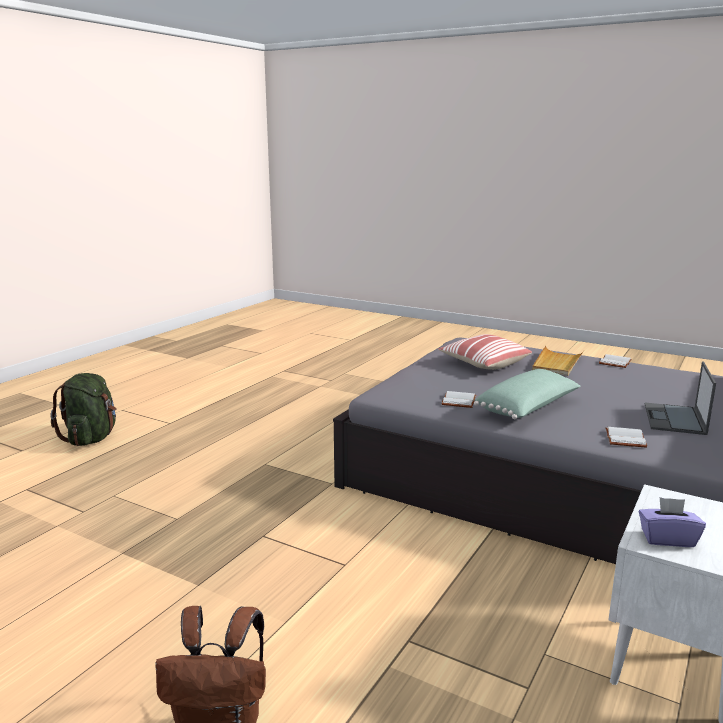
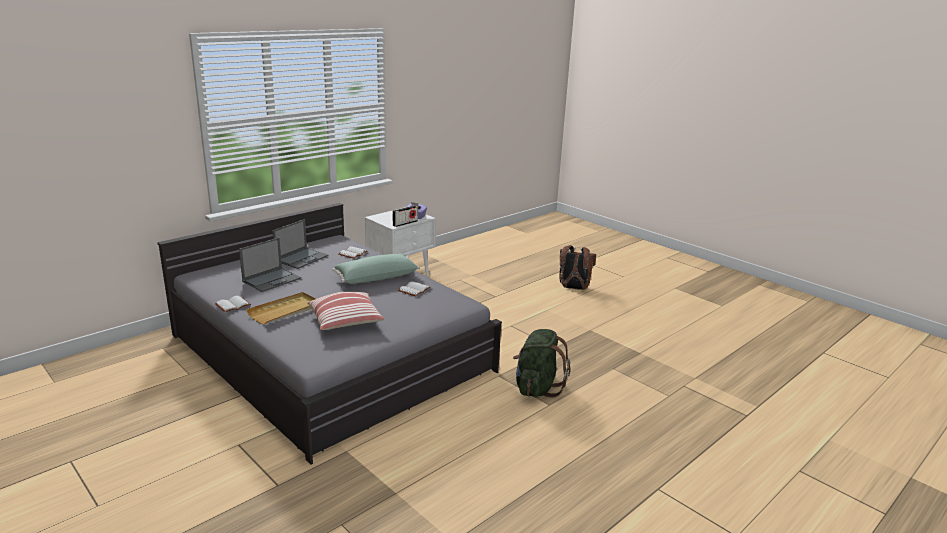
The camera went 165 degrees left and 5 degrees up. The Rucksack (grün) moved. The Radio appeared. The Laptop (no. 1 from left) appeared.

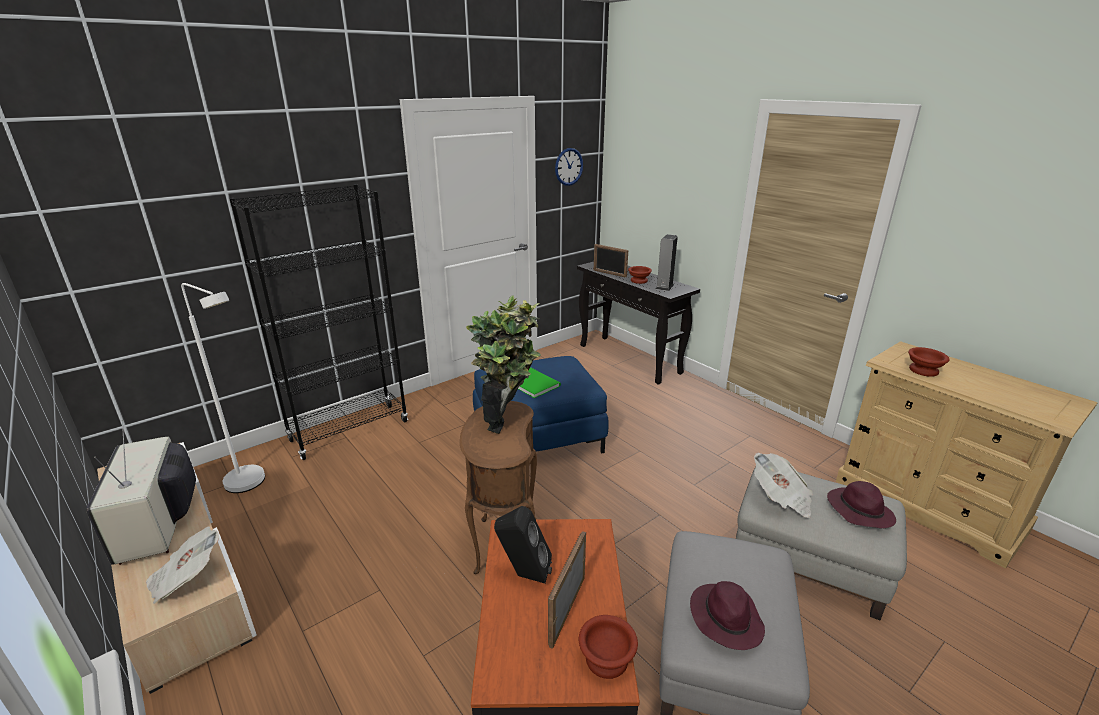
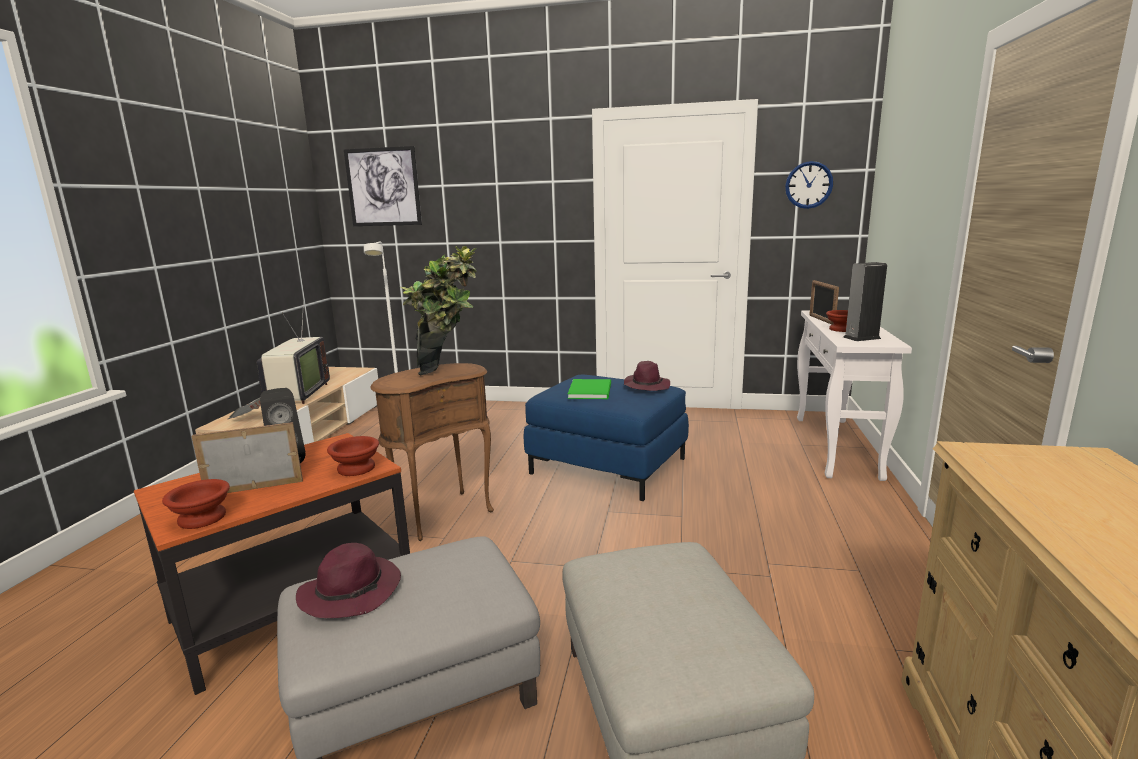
The camera went 50 degrees right and 10 degrees down. The Bücherregal (schwarz) disappeared. The Konsolentisch (schwarz) became the Konsolentisch (weiß). The Schüssel (braun) (no. 3 from left in the first image) moved. The Fernseher turned 150 degrees clockwise. The Zeitung (no. 2 from left) disappeared. The Hut (lila) (no. 2 from left) moved. The Bild appeared.

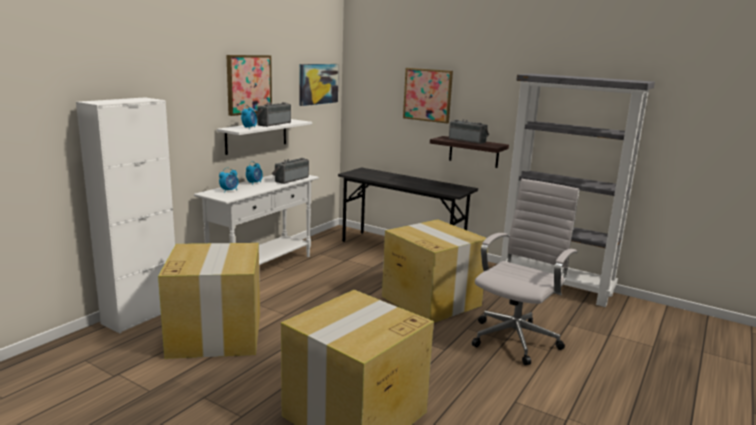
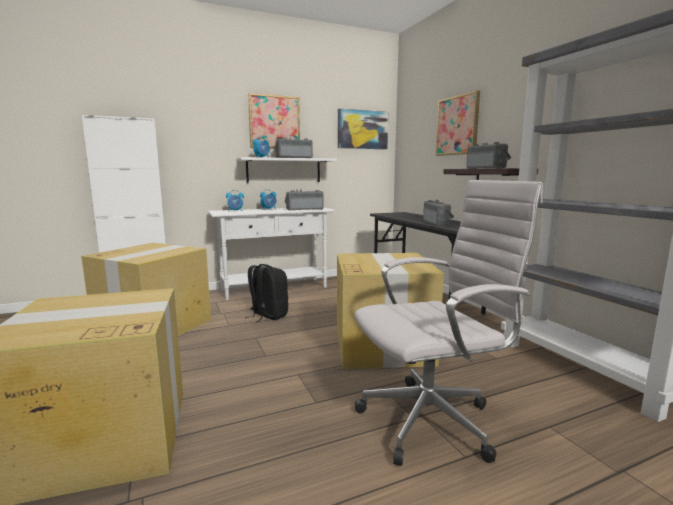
The camera went 35 degrees right and 5 degrees down. The Radio (no. 3 from left) appeared. The Rucksack (schwarz) appeared.

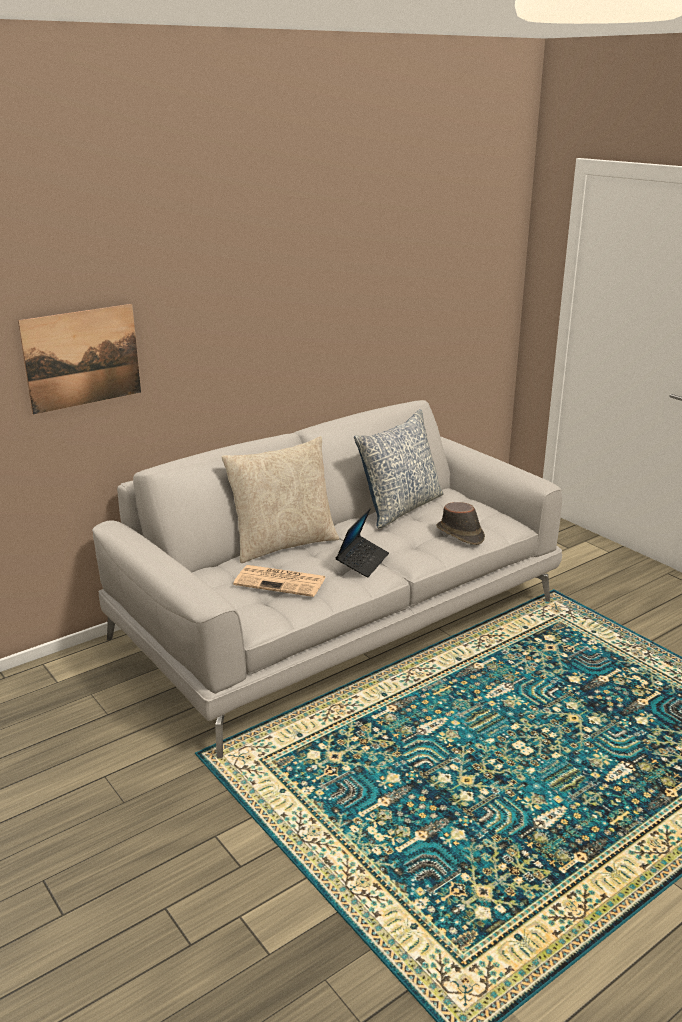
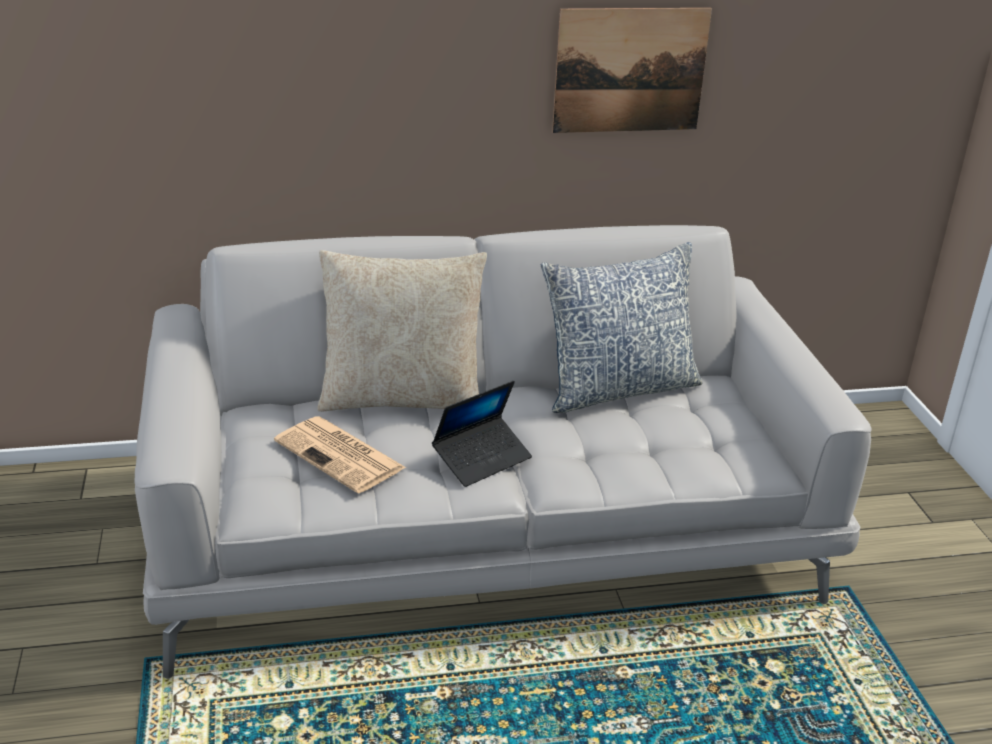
The camera went 25 degrees right and 5 degrees up. The Bild moved. The Hut (braun) disappeared.

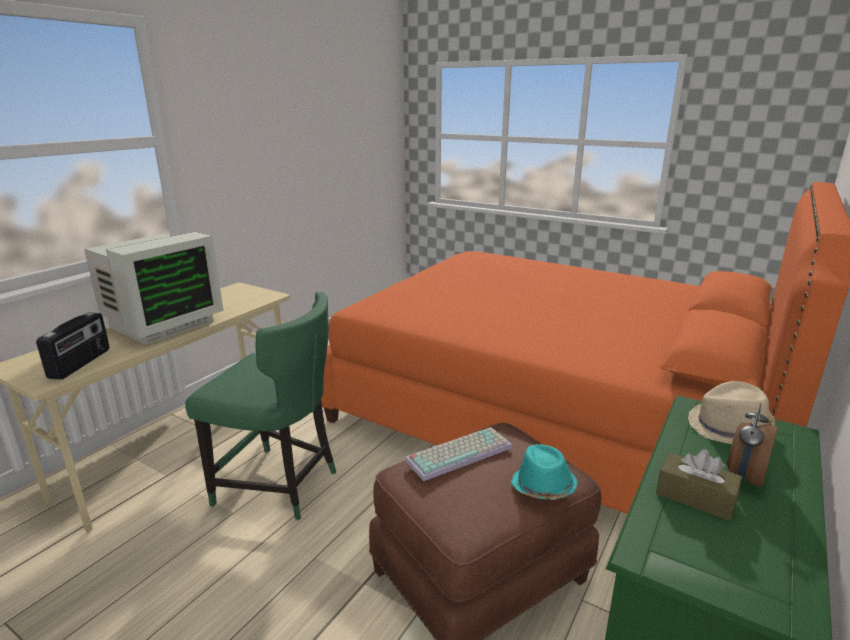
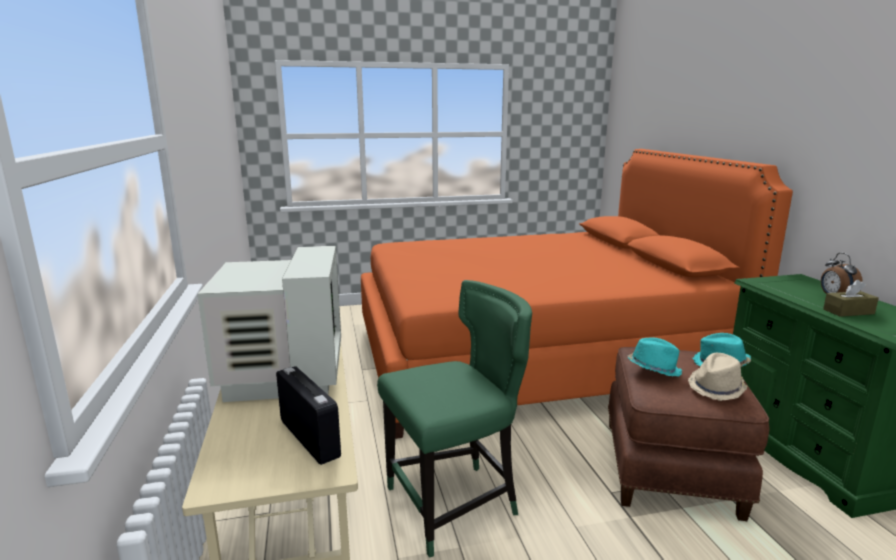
The camera went 45 degrees left and 5 degrees down. The Hut (beige) moved. The Tastatur was replaced by the Hut (türkis) (no. 1 from left).

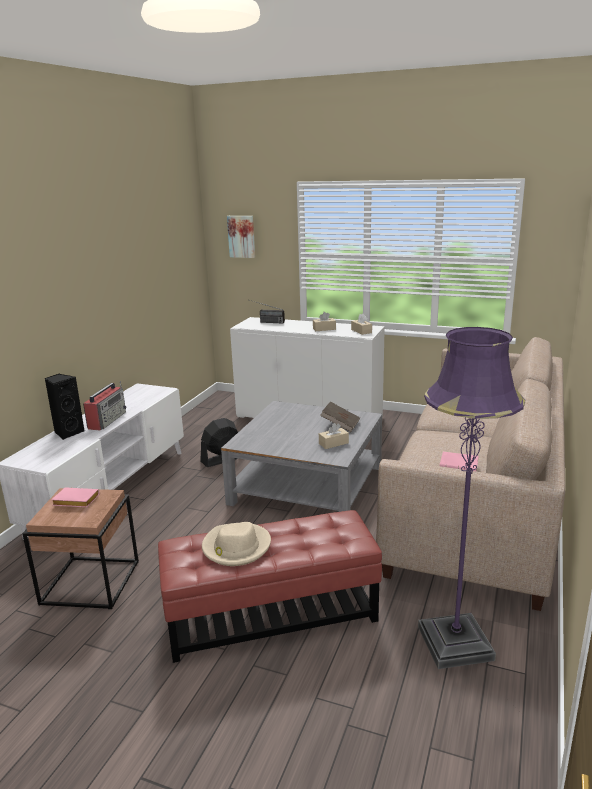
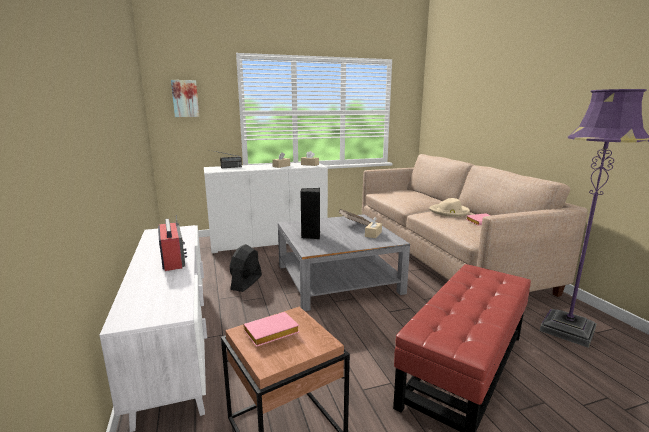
The camera went 40 degrees left and 5 degrees down. The Lautsprecher (schwarz) moved. The Hut (beige) moved.

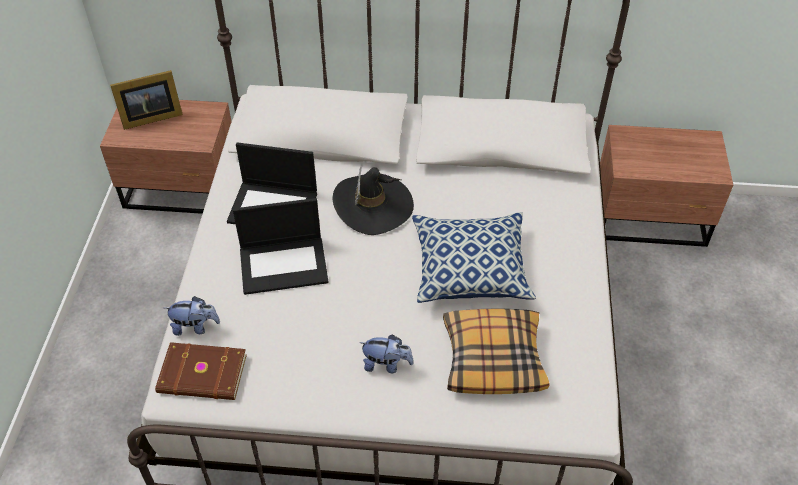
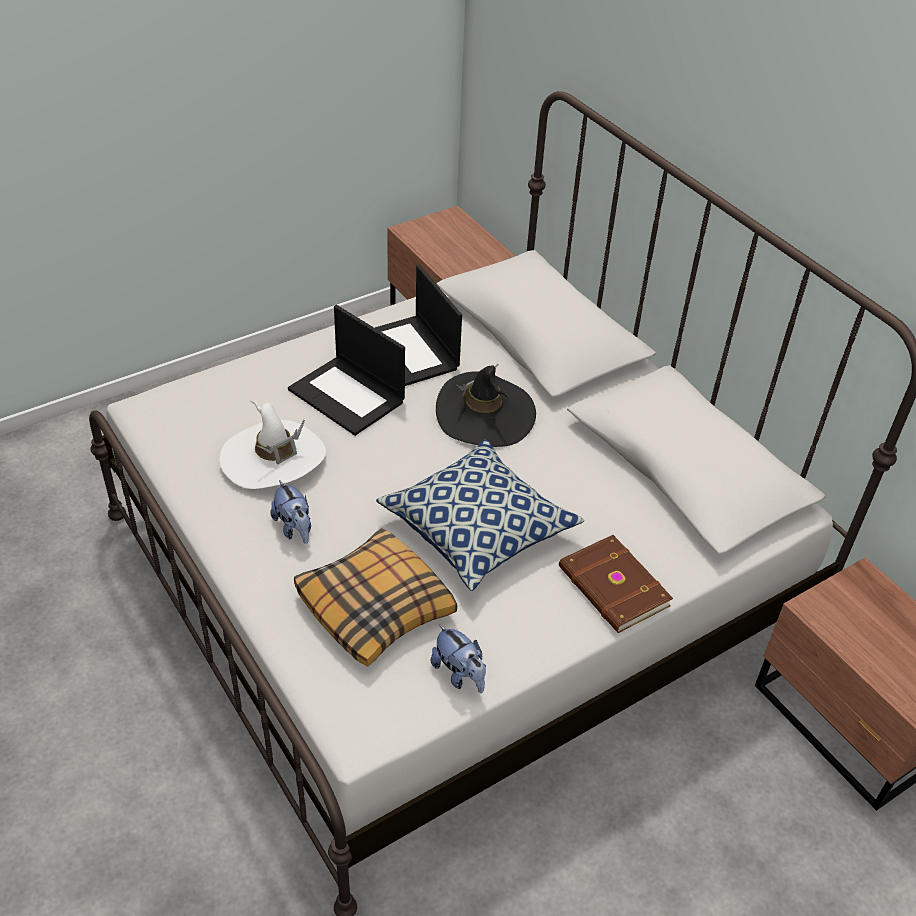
The camera went 50 degrees right and 5 degrees down. The Bilderrahmen disappeared. The Plüschtier (no. 1 from left in the first image) moved. The Buch (braun) moved. The Hut (weiß) appeared.

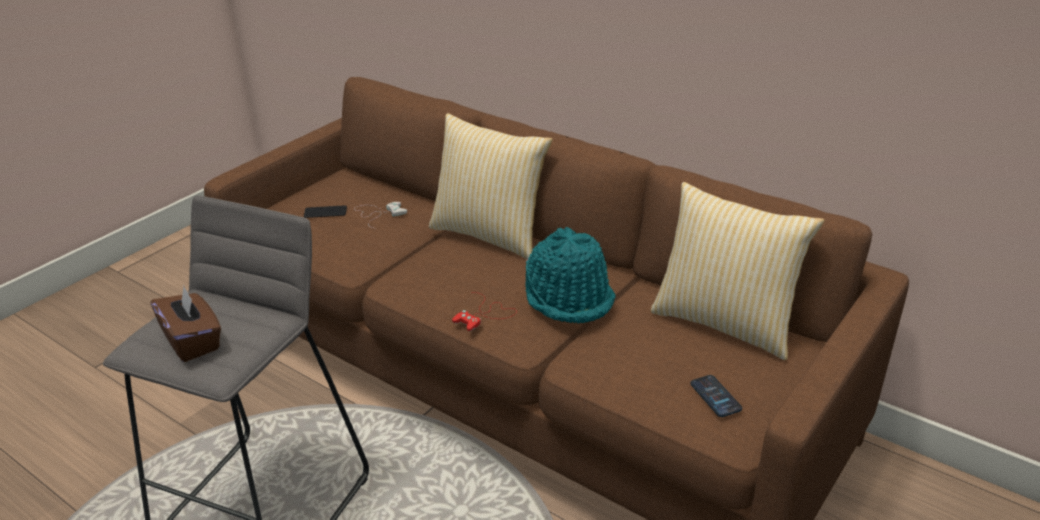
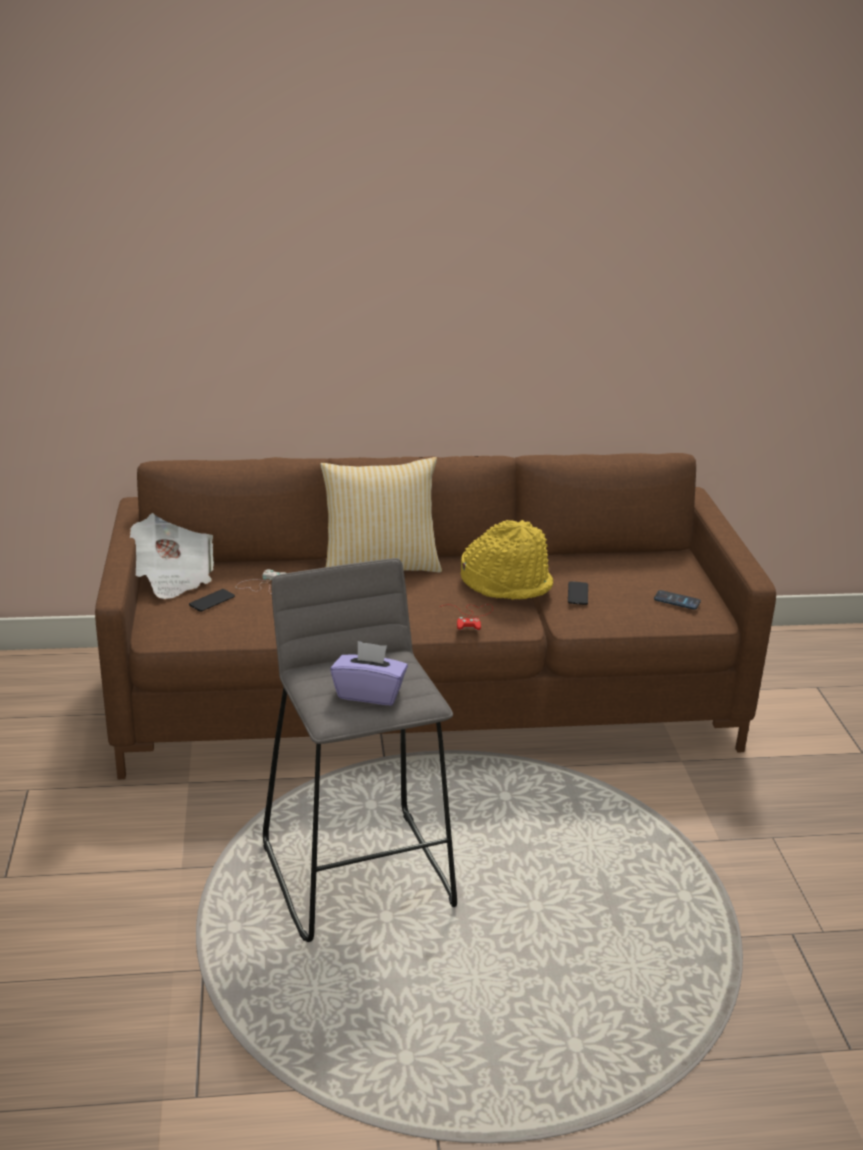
The camera went 45 degrees left and 5 degrees down. The Kissen (no. 2 from left) disappeared. The Hut (türkis) became the Hut (gelb). The Taschentuchbox (braun) became the Taschentuchbox (lila). The Zeitung appeared. The Handy (no. 2 from left) appeared.

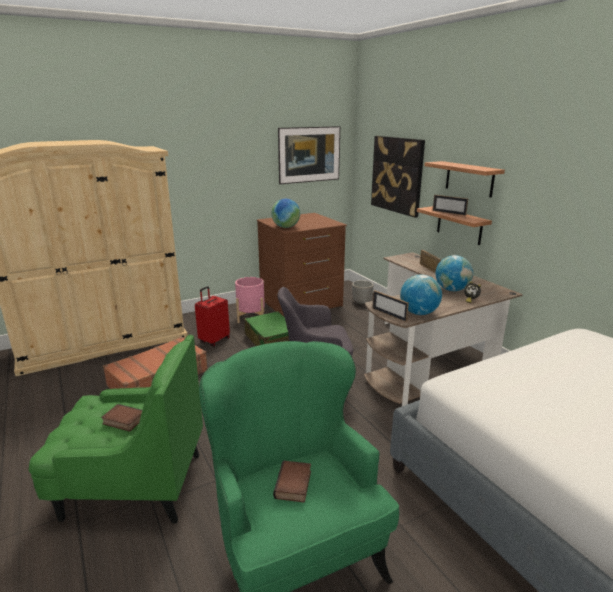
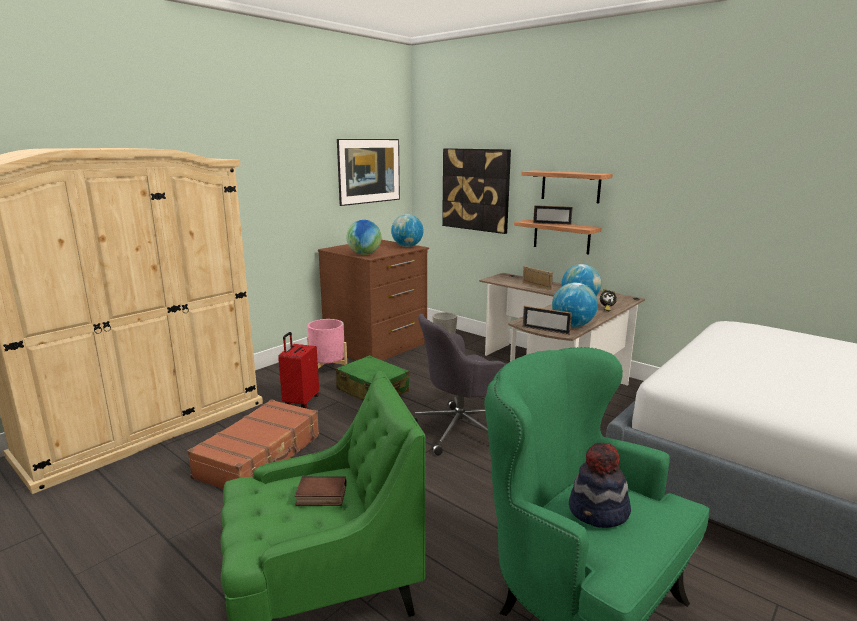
The camera went 20 degrees left and 5 degrees down. The Buch (no. 2 from left) was replaced by the Hut. The Globus (no. 2 from left) appeared.

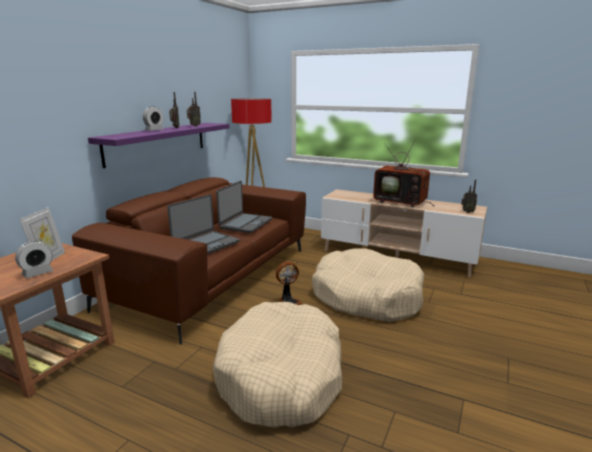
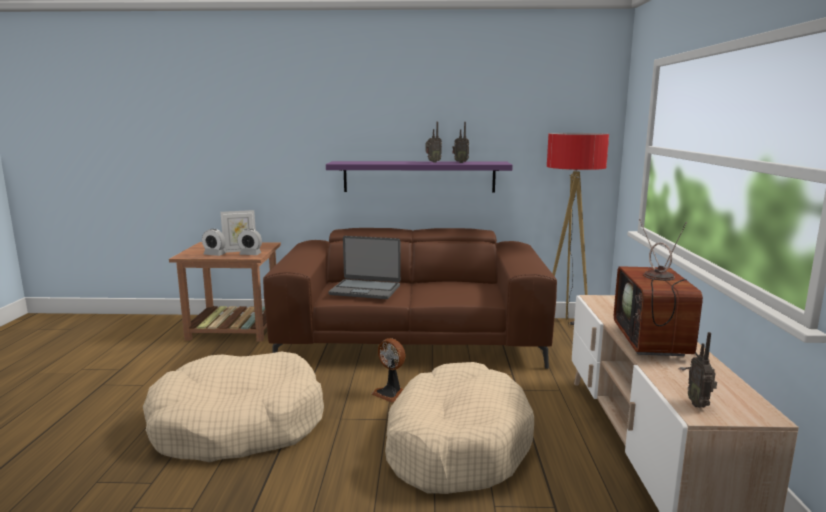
The camera went 65 degrees right and 5 degrees down. The Wecker (no. 2 from left) moved. The Laptop (no. 2 from left) disappeared.

